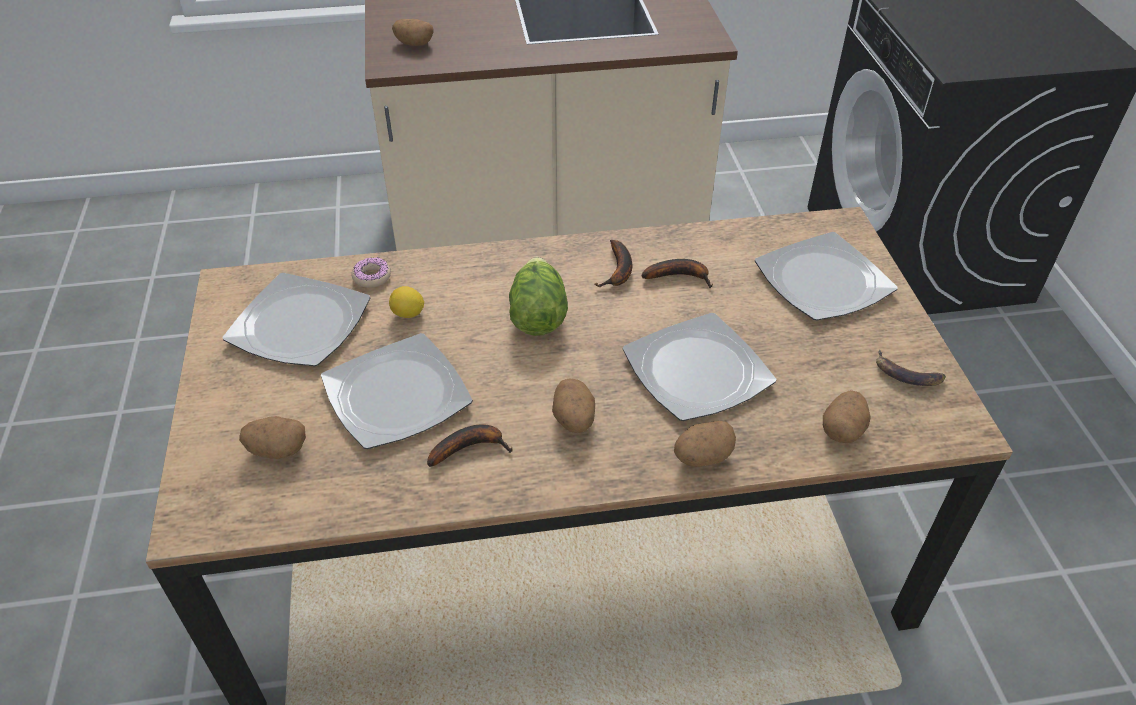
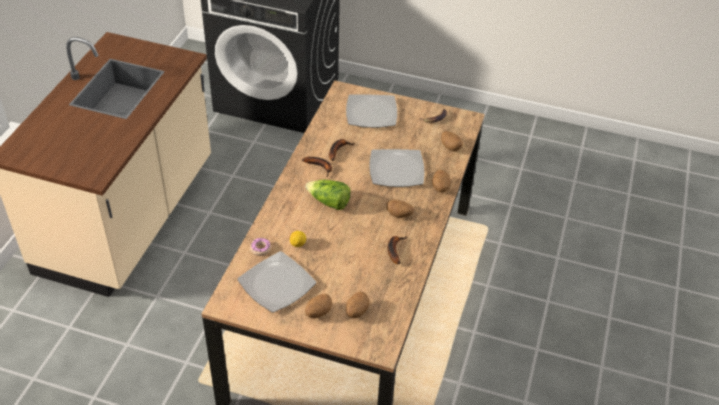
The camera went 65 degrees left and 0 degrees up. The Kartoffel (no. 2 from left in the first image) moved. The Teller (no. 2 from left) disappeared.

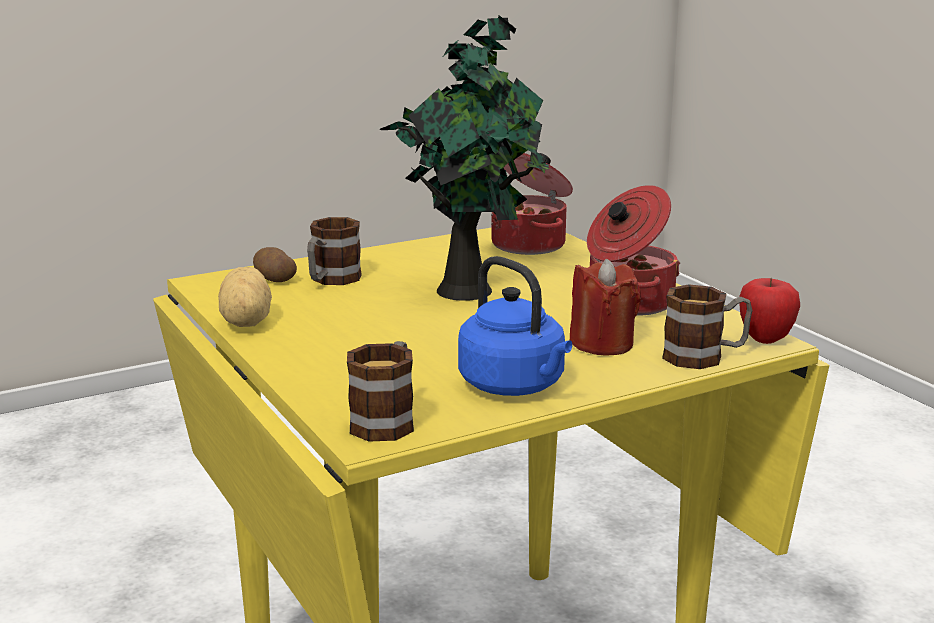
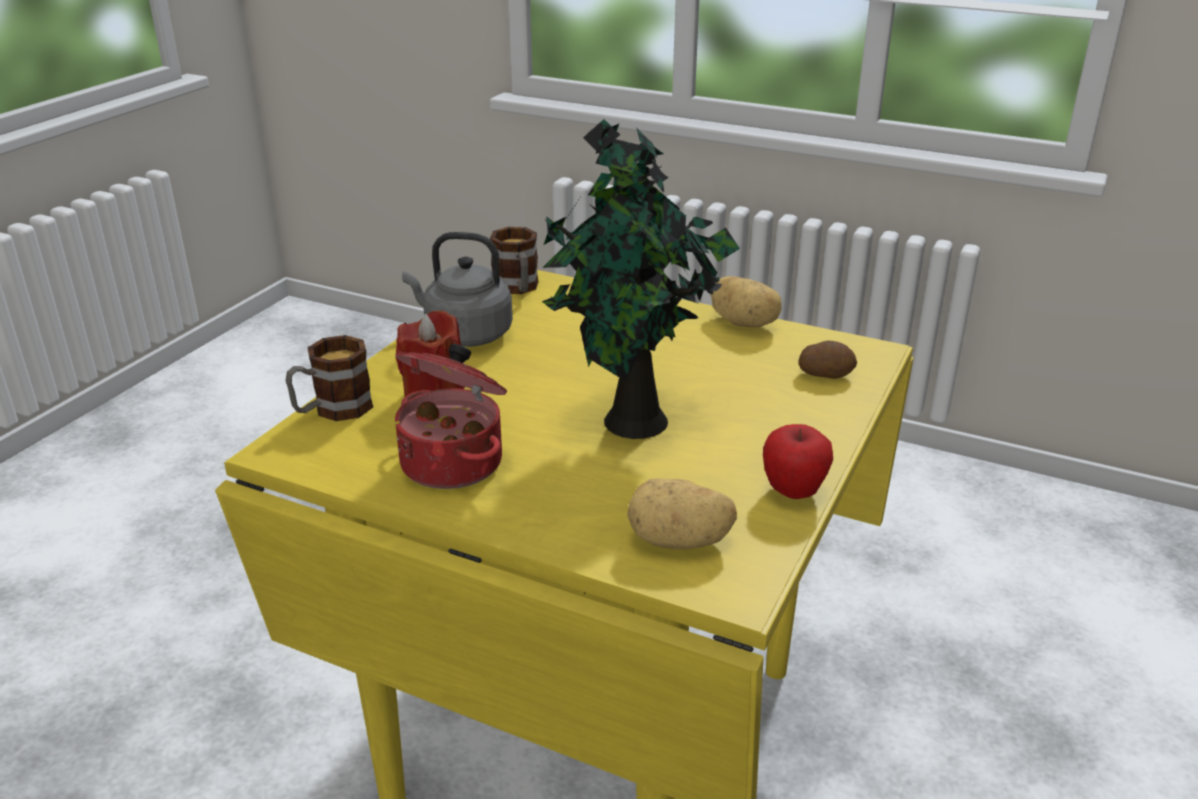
The camera went 145 degrees right and 10 degrees up. The Kochtopf (no. 1 from left) was replaced by the Kartoffel (no. 1 from left). The Henkelbecher (no. 1 from left) disappeared. The Wasserkessel (blau) became the Wasserkessel (grau). The Apfel moved.

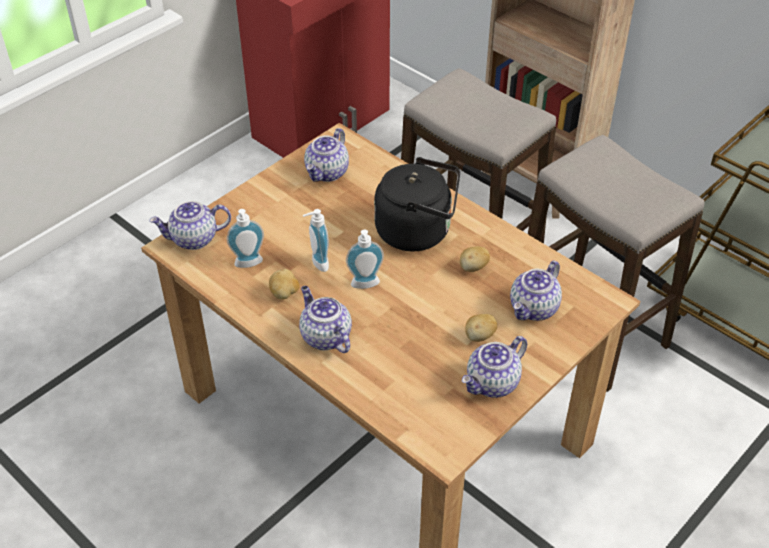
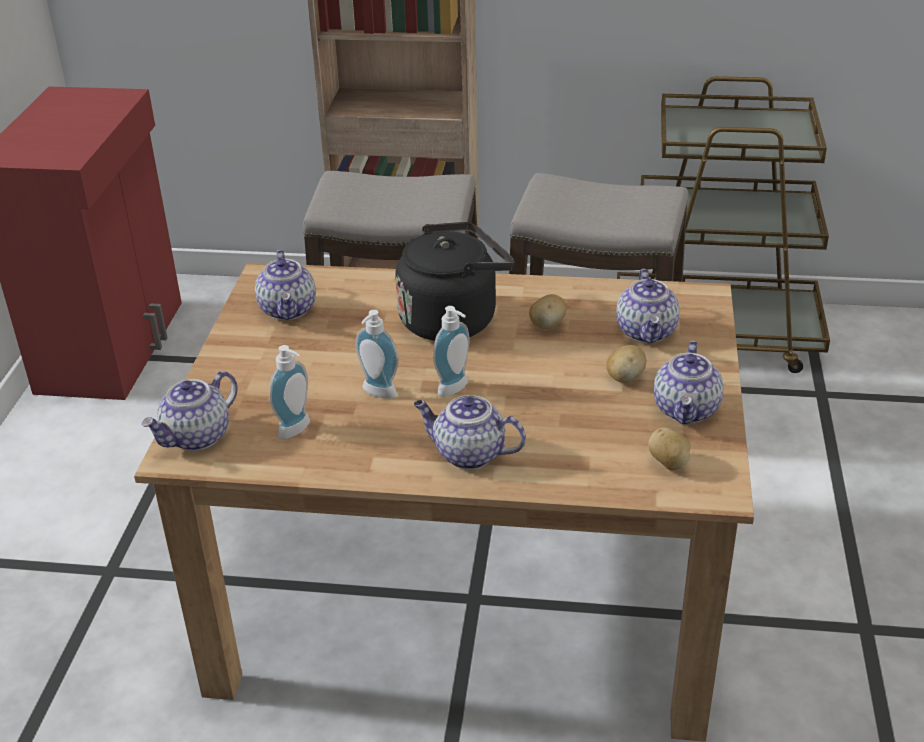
The camera went 35 degrees left and 10 degrees down. The Kartoffel (no. 1 from left in the first image) moved.

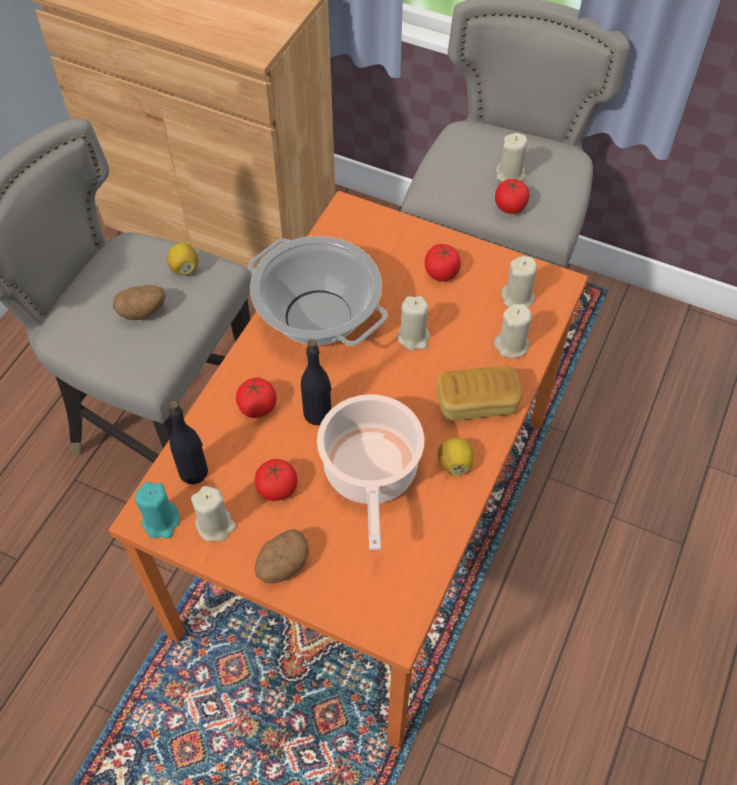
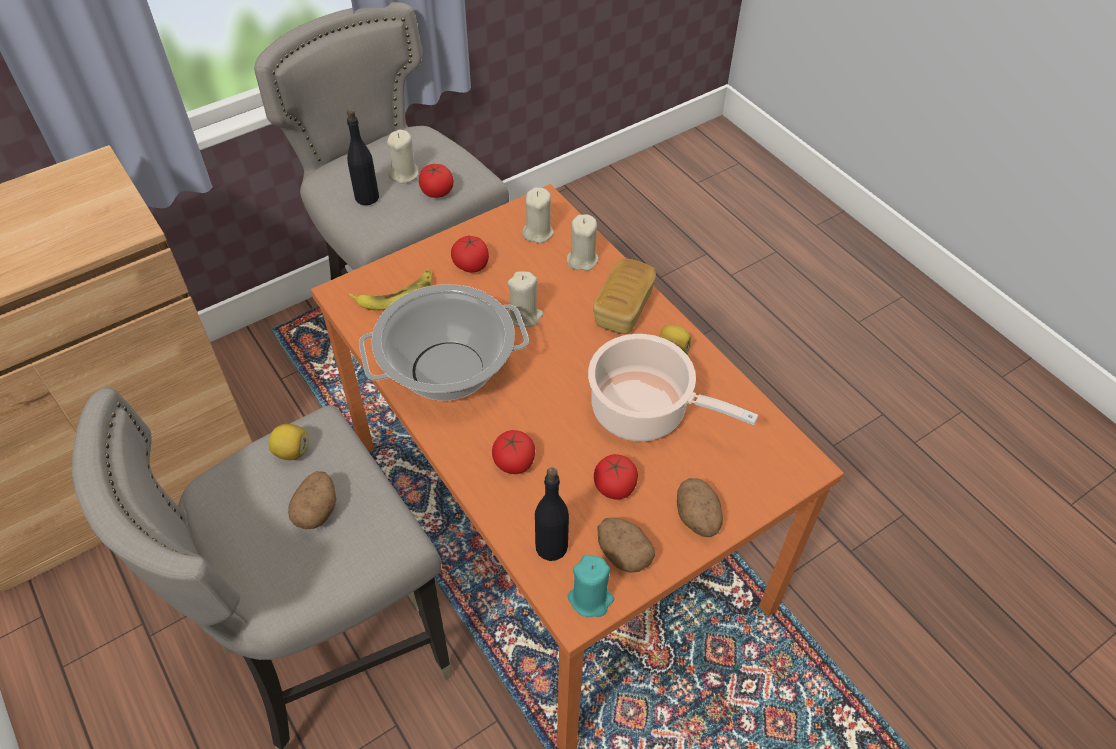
The camera went 60 degrees left and 5 degrees down. The Flasche (schwarz) (no. 2 from left in the first image) moved. The Kerze (beige) (no. 1 from left) was replaced by the Kartoffel (no. 2 from left). The Banane appeared.

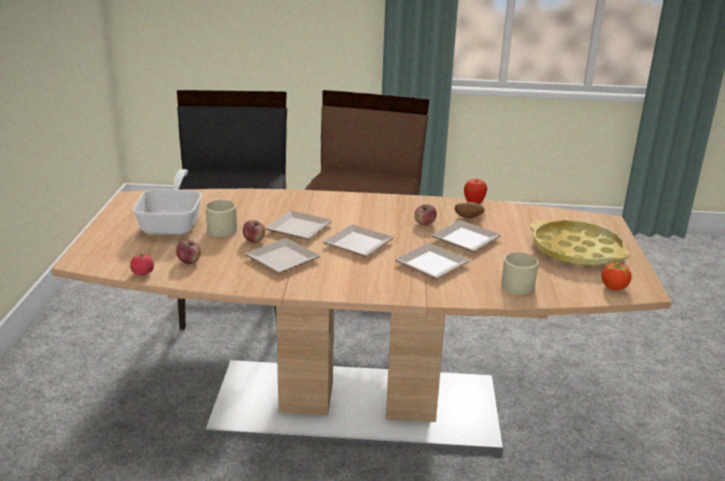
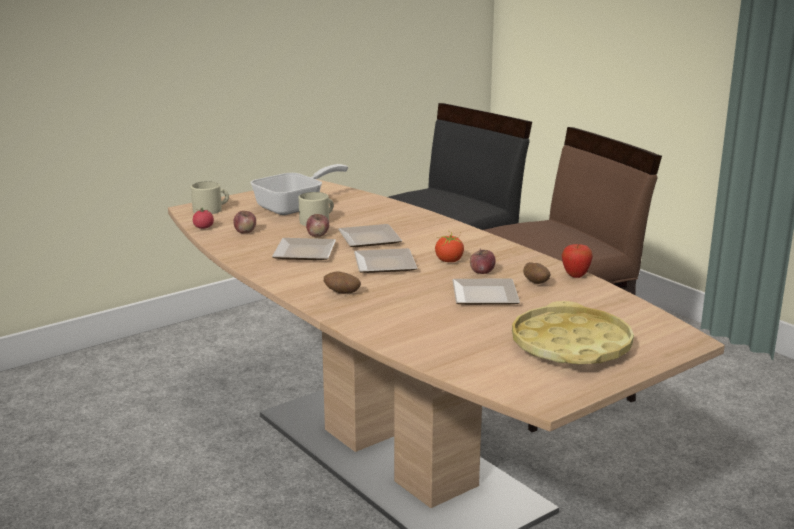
The camera went 50 degrees right and 5 degrees down. The Teller (no. 4 from left) disappeared. The Henkelbecher (beige) (no. 2 from left in the first image) moved. The Tomate (no. 2 from left) moved. The Kartoffel (no. 1 from left) appeared.

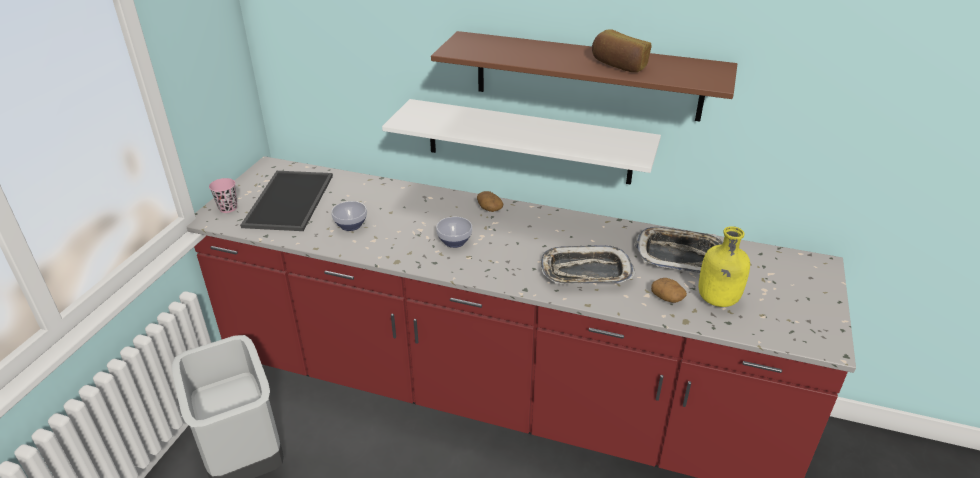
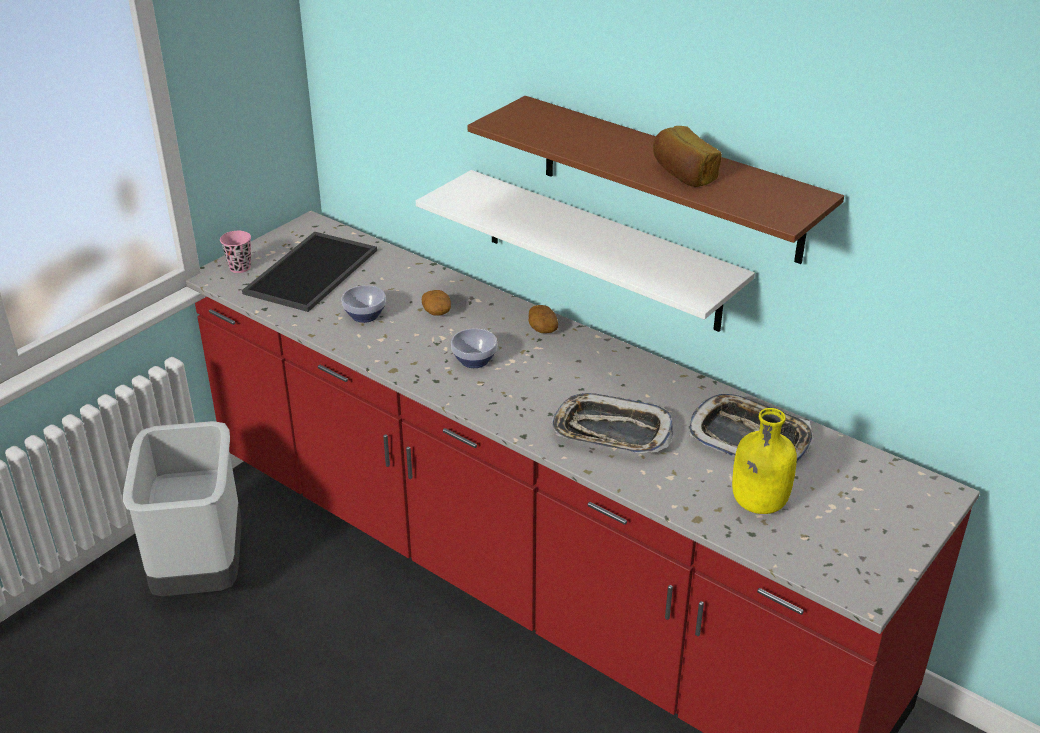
The camera went 20 degrees right and 0 degrees up. The Kartoffel (no. 2 from left in the first image) moved.

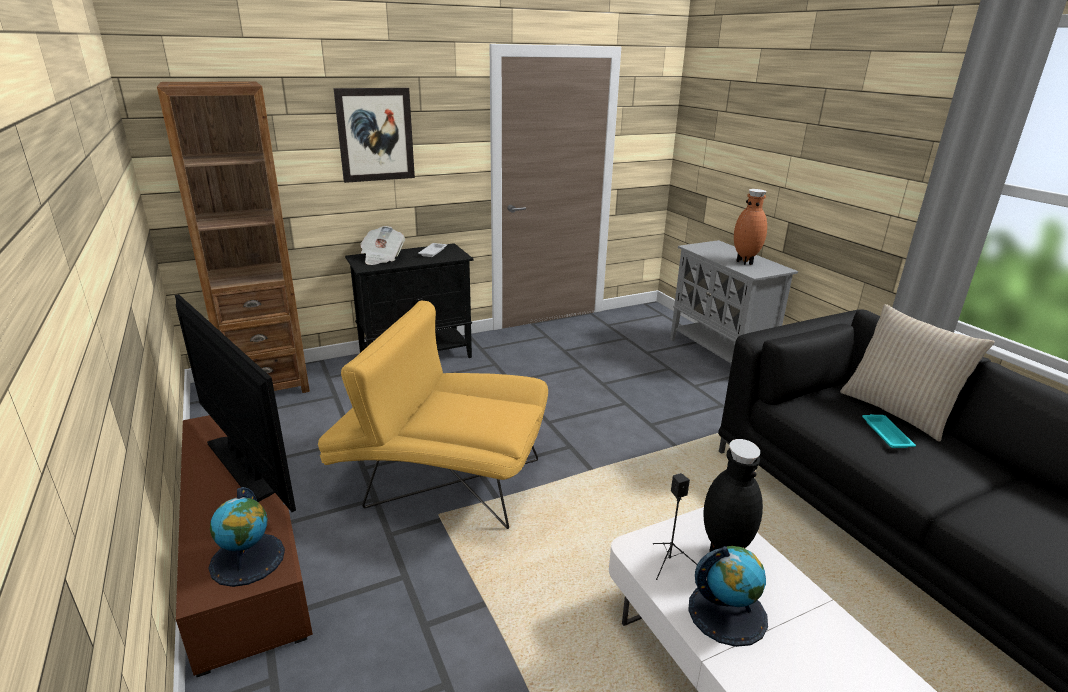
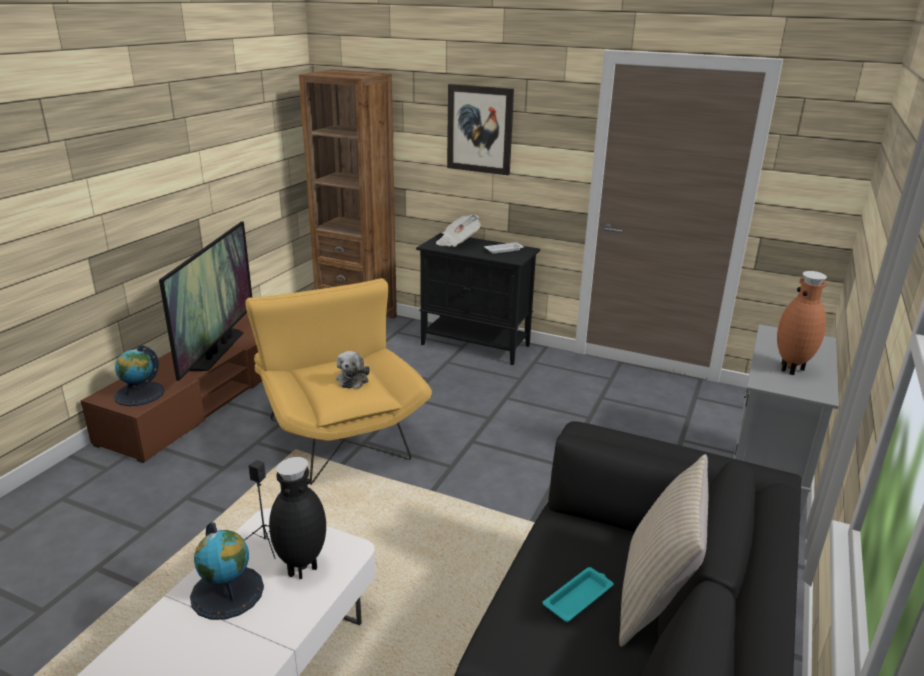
The camera went 50 degrees right and 0 degrees up. The Plüschtier appeared.

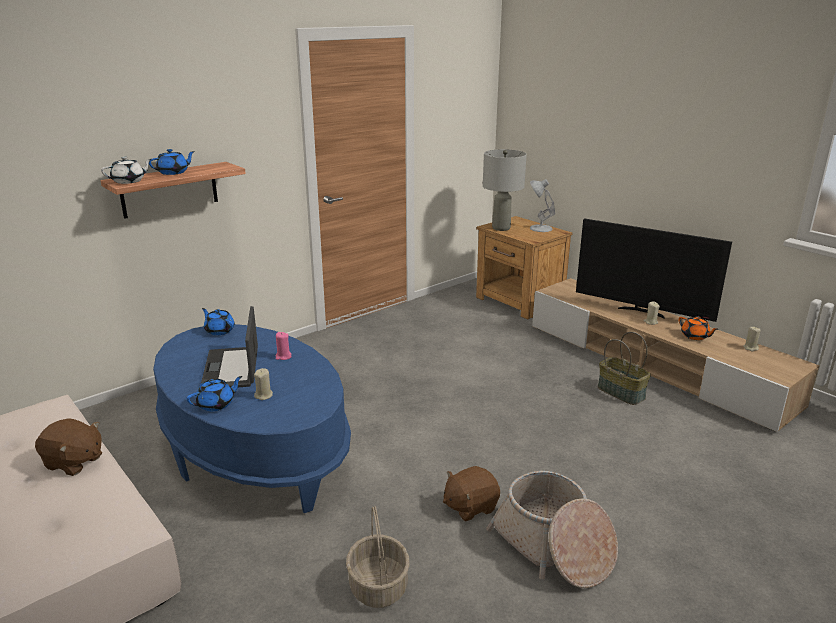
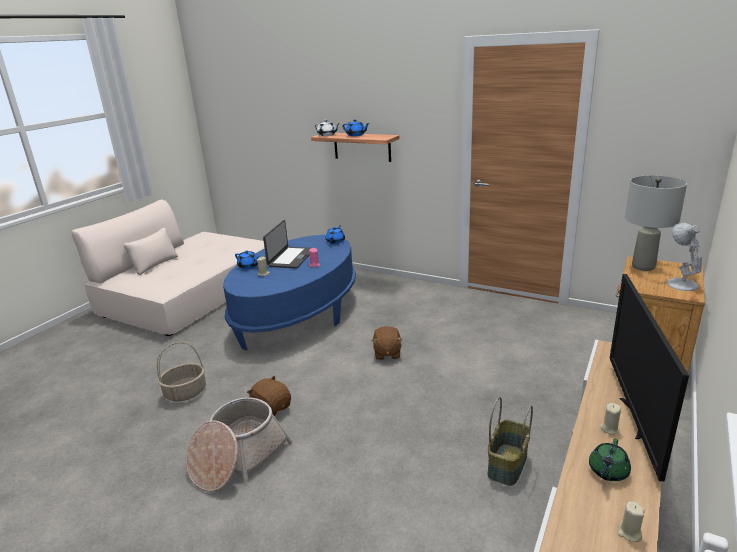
The camera went 70 degrees right and 0 degrees up. The Laptop turned 135 degrees clockwise. The Teekanne (orange) became the Teekanne (grün). The Plüschtier (braun) (no. 1 from left in the first image) moved.

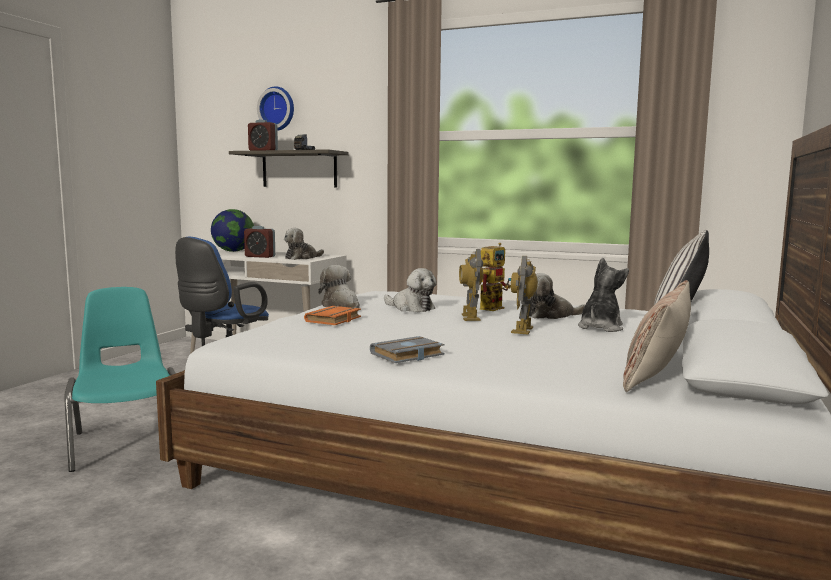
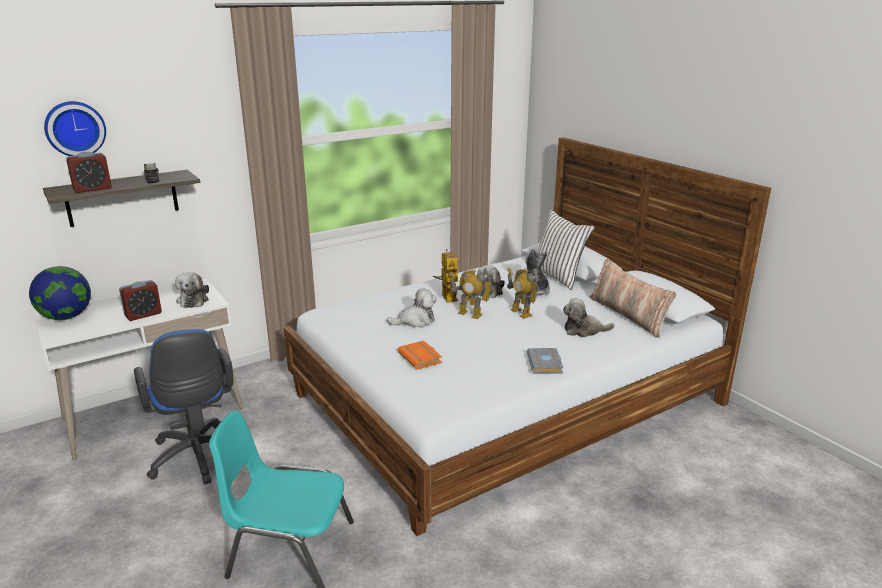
The camera went 55 degrees left and 15 degrees up. The Plüschtier (no. 2 from left in the first image) moved.

